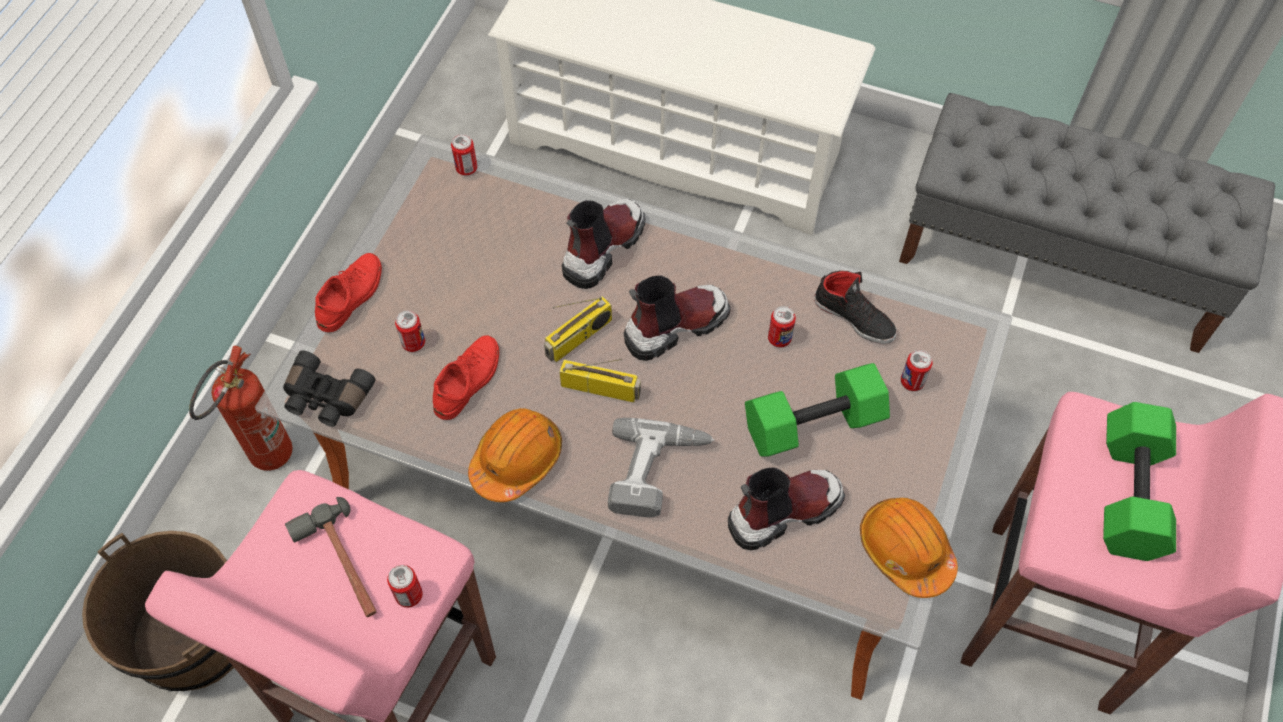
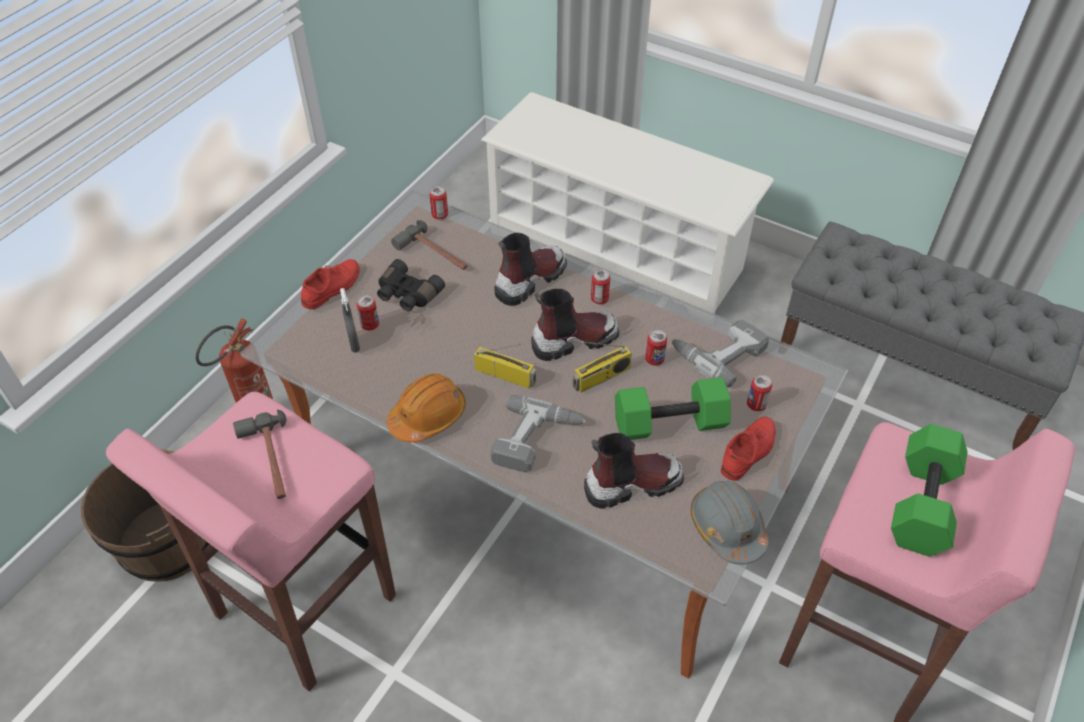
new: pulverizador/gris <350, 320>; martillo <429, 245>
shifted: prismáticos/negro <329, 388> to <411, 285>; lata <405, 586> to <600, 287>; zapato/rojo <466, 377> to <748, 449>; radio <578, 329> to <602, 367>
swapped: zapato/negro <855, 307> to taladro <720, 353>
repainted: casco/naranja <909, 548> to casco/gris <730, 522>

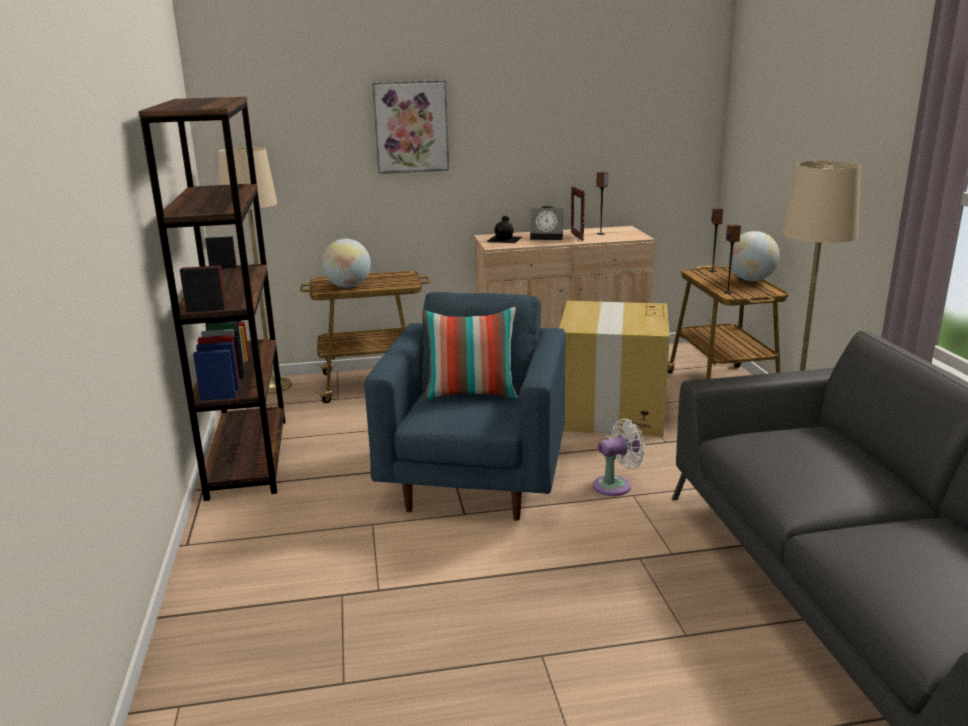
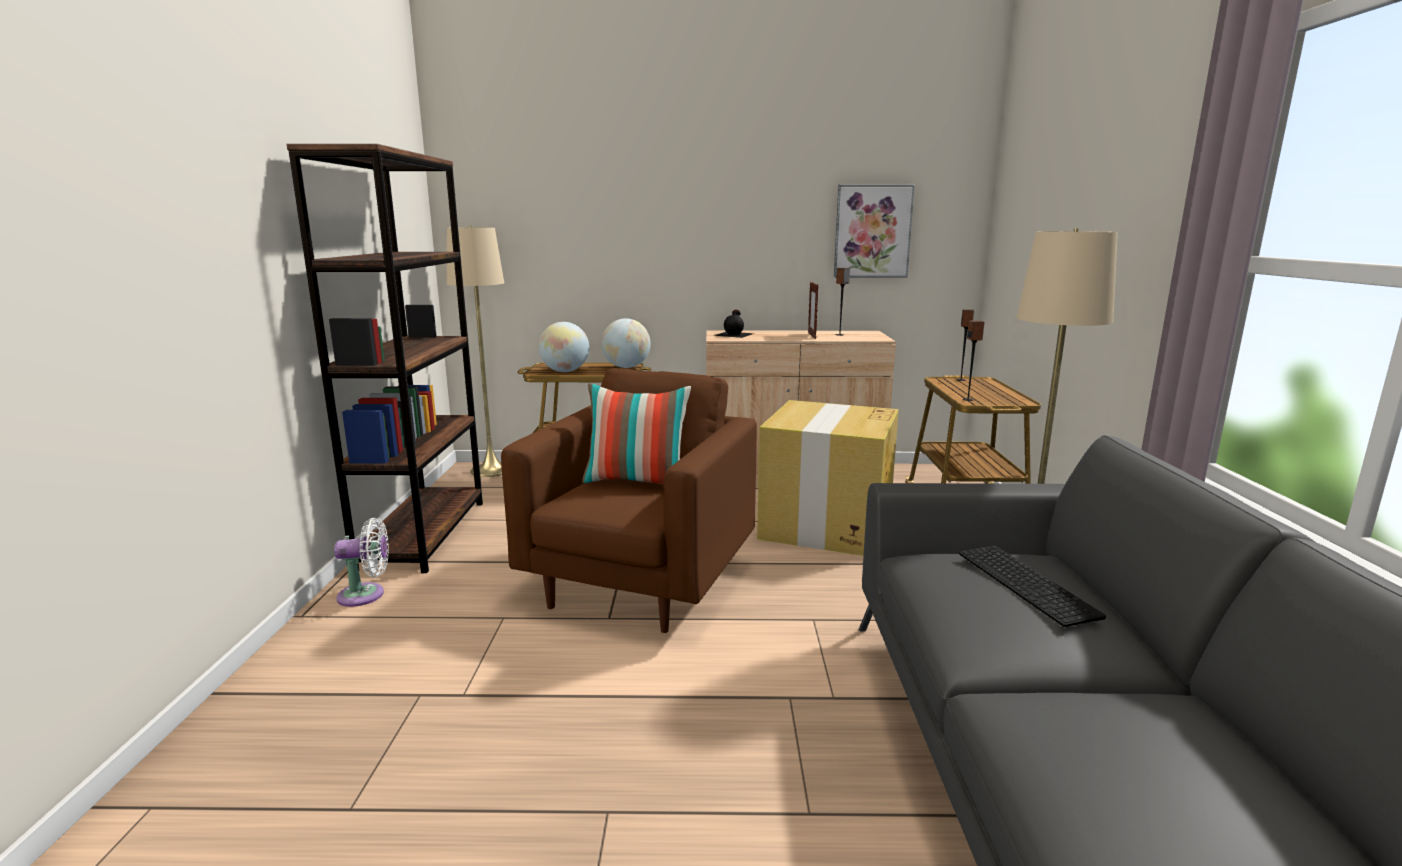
gone: despertador <546, 223>
new: teclado <1032, 586>
shifted: cuadro <410, 127> to <874, 231>; ventilador/blanco <619, 457> to <361, 562>; globo terráqueo <754, 256> to <626, 343>
repainted: sillón/azul <465, 406> to sillón/marrón <629, 500>

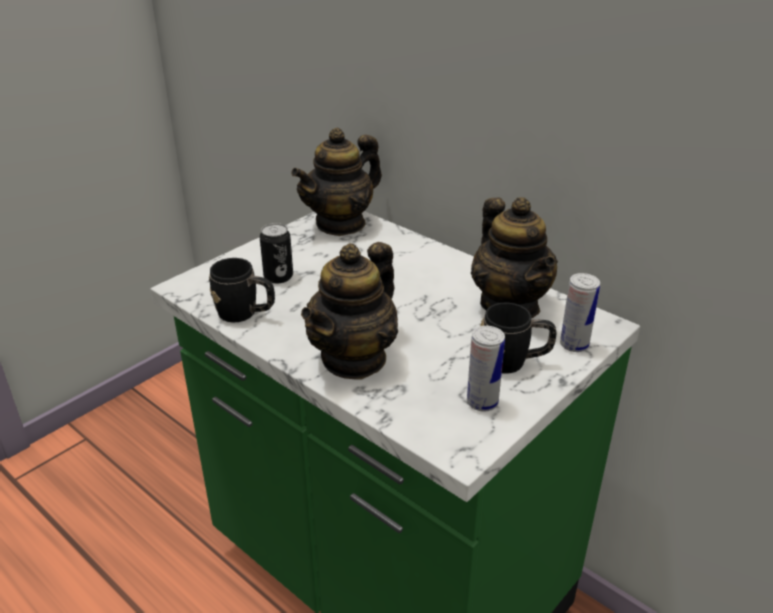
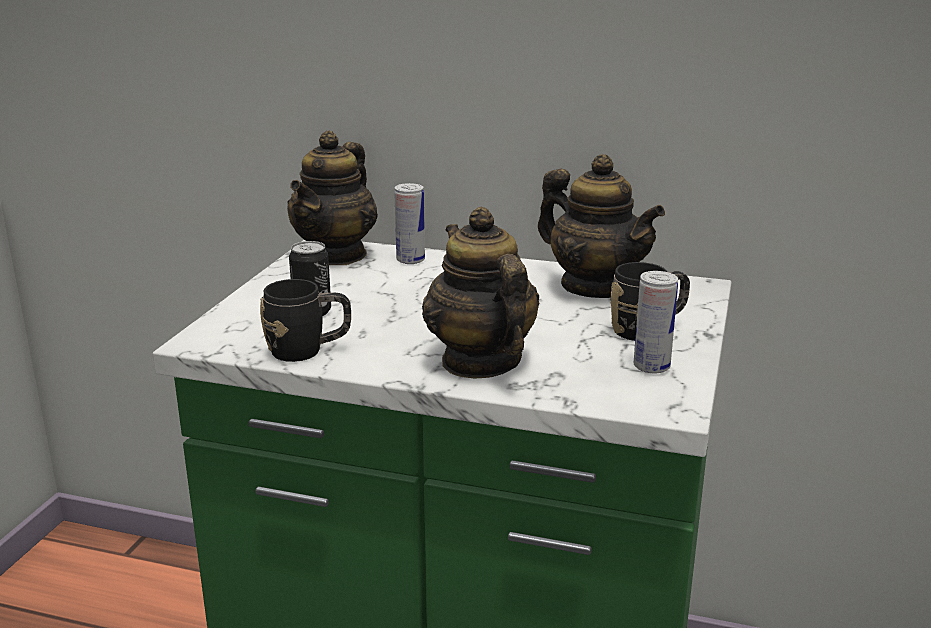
shifted: lata <580, 312> to <409, 223>
rotated: tetera <349, 311> = <480, 292> 150 degrees clockwise

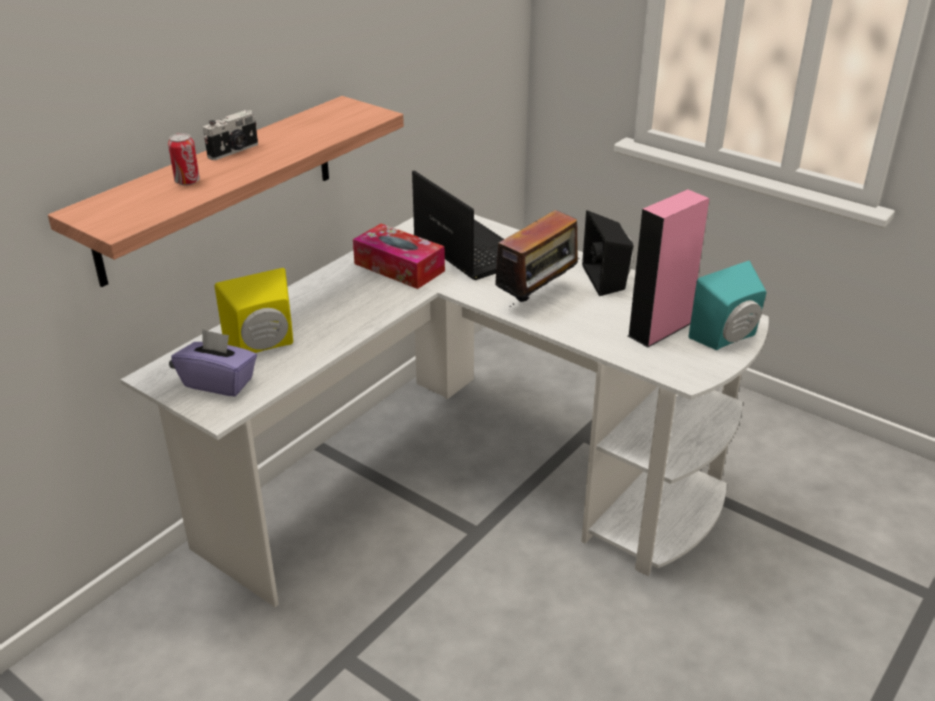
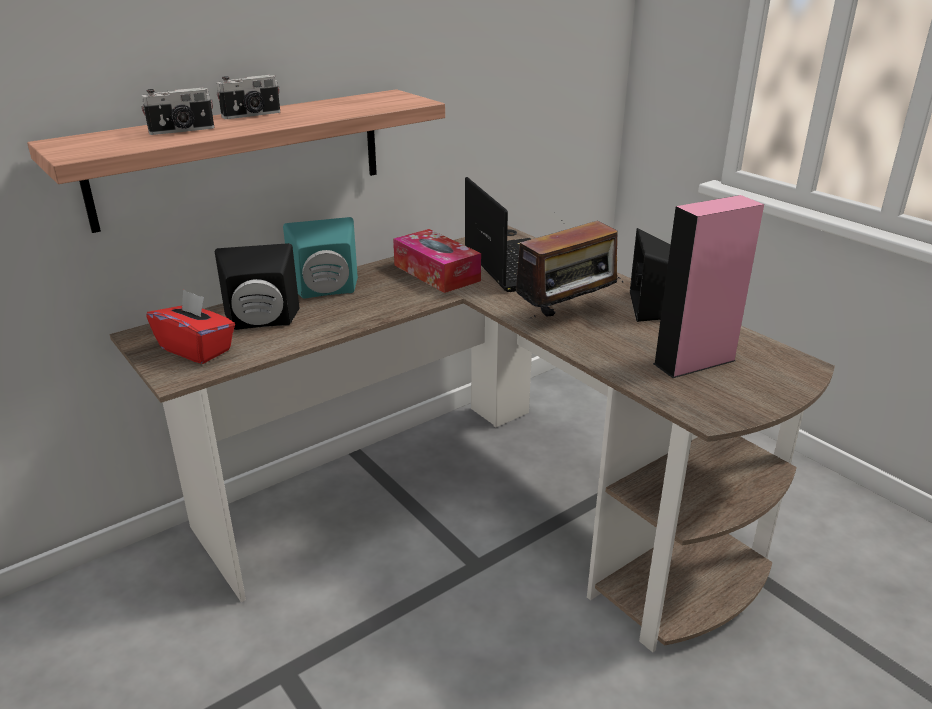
shifted: altavoz/turquesa <727, 305> to <320, 258>
swapped: lata <184, 159> to cámara <177, 111>
repainted: escritorio/blanco <445, 410> to escritorio/marrón <472, 439>; caja de pañuelos/morado <214, 362> to caja de pañuelos/rojo <190, 326>; altavoz/amarillo <253, 310> to altavoz/negro <257, 286>

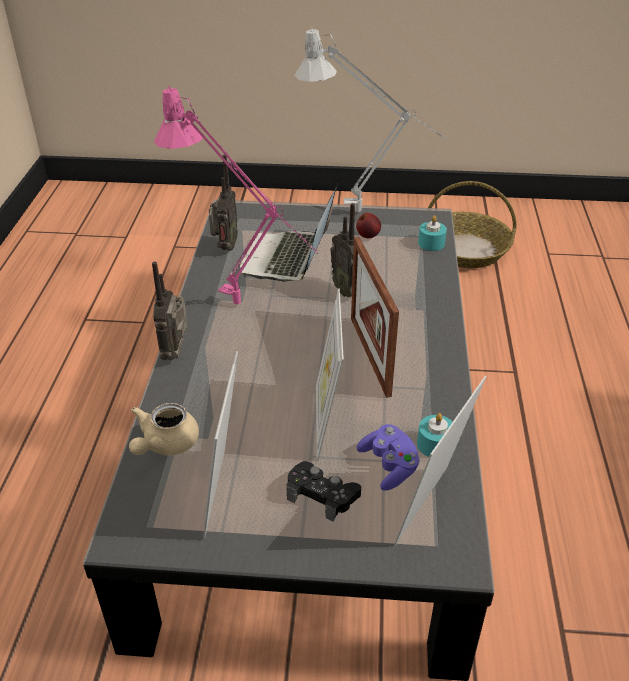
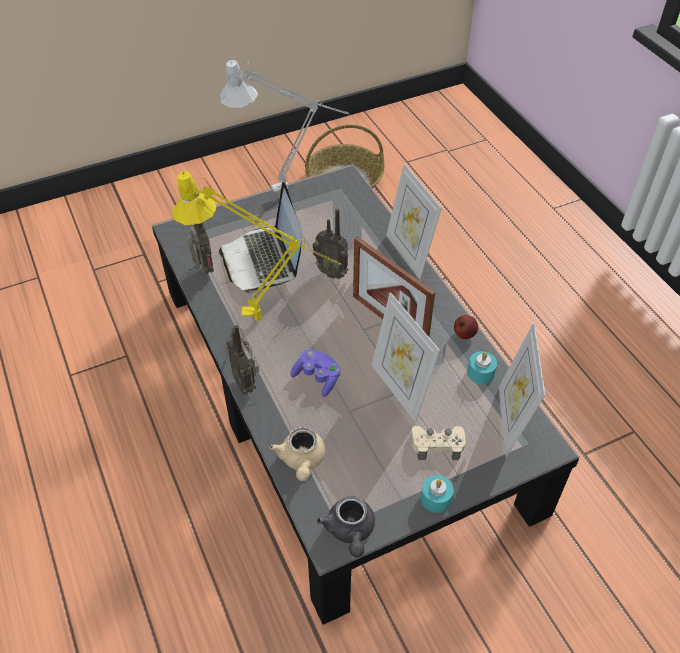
new: tetera/gris <346, 526>
shifted: portarretratos <220, 445> to <414, 221>; manzana <368, 225> to <466, 327>; mando de consola/morado <388, 457> to <315, 373>; vela/turquesa <432, 233> to <437, 494>
repainted: lámpara de mesa/rosa <236, 195> to lámpara de mesa/amarillo <256, 246>; mando de consola/negro <323, 491> to mando de consola/beis <438, 443>

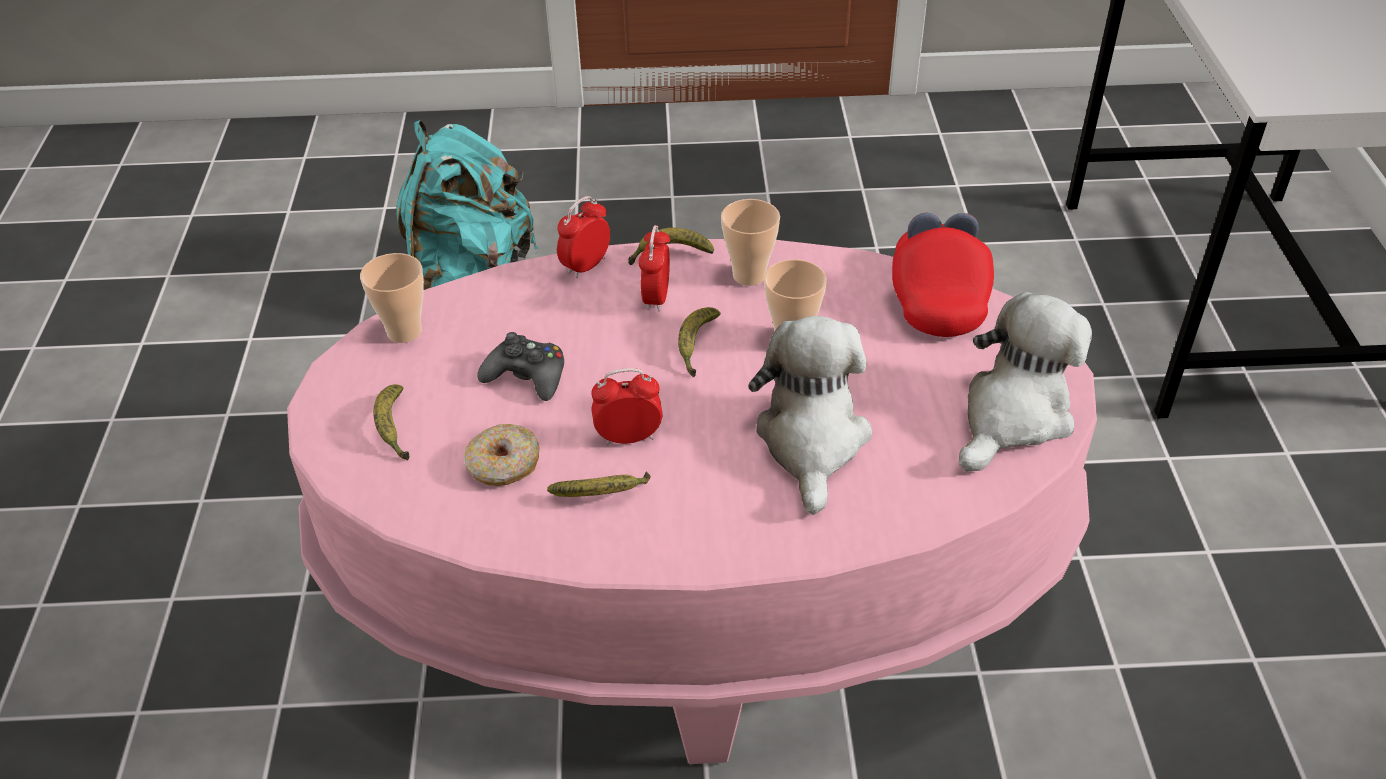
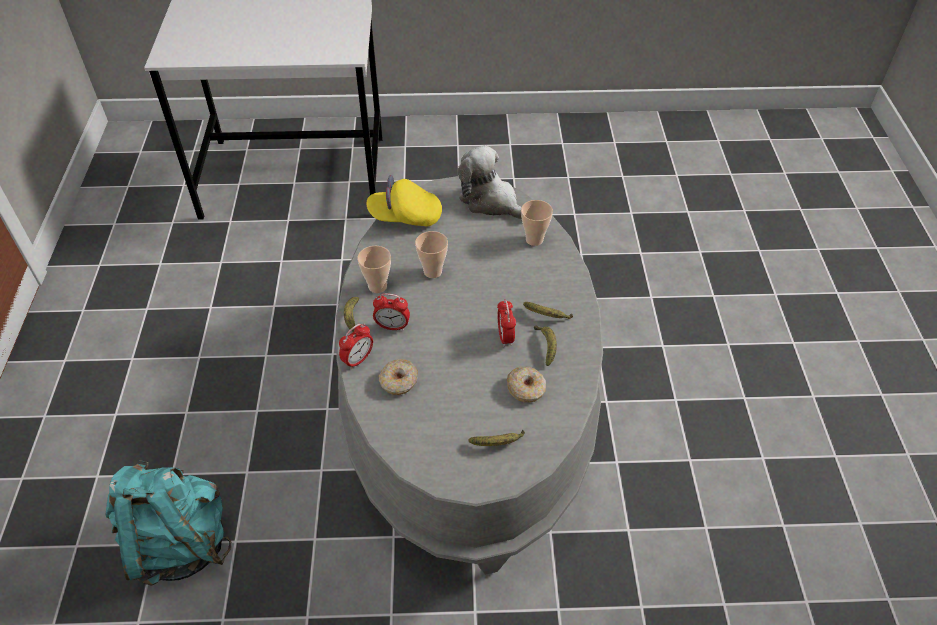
gone: mando de consola/negro <521, 366>; peluche <810, 415>
new: rosquilla <398, 377>
shifted: taza <392, 298> to <537, 223>; plátano <699, 342> to <548, 310>
repainted: mesa de centro/rosa <692, 501> to mesa de centro/gris <469, 375>; gorra/rojo <943, 275> to gorra/amarillo <404, 201>
rotated: despertador <583, 237> = <356, 346> 90 degrees counterclockwise

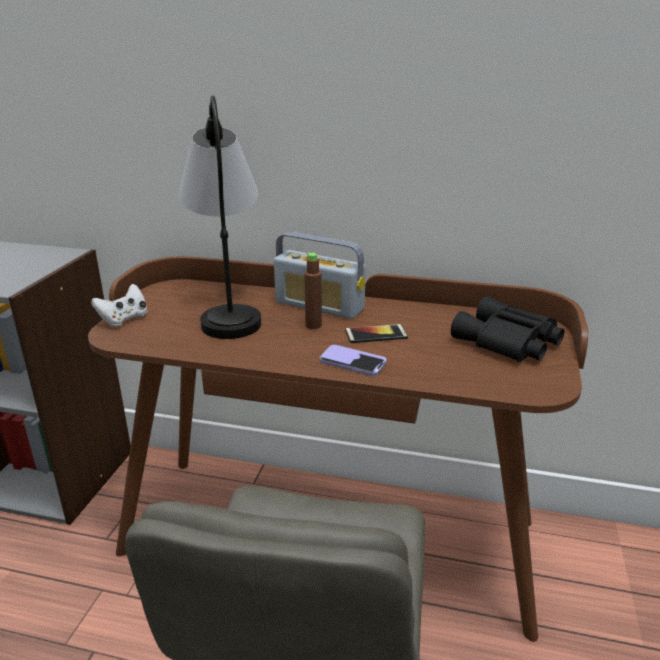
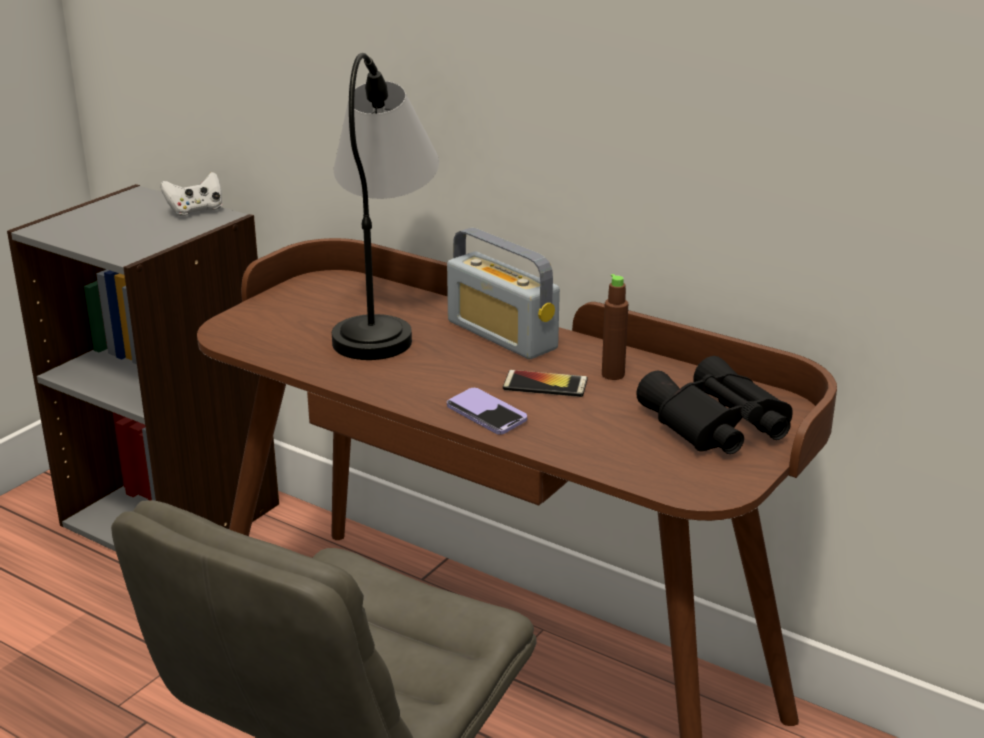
shifted: mando de consola/blanco <119, 305> to <191, 194>; botella/marrón <313, 290> to <615, 327>

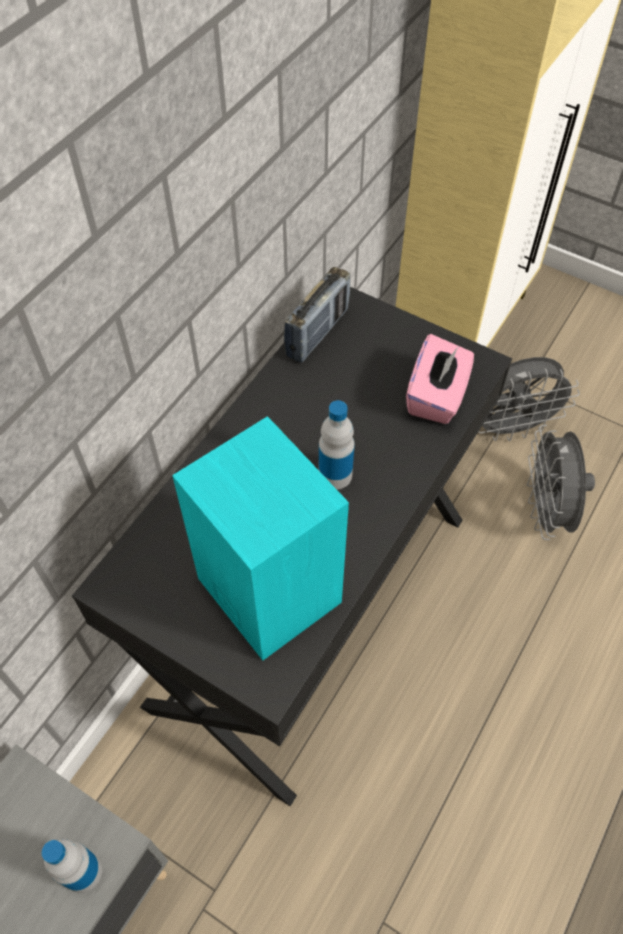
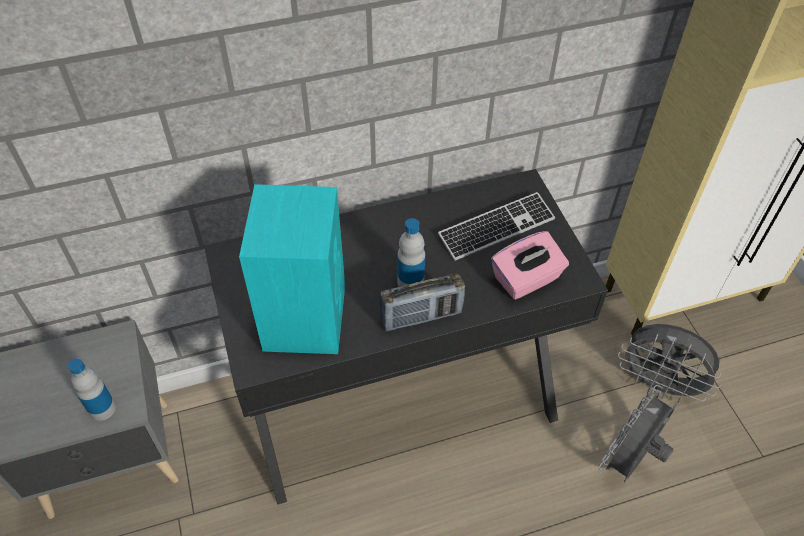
new: teclado <496, 226>
shifted: radio <317, 315> to <422, 302>

